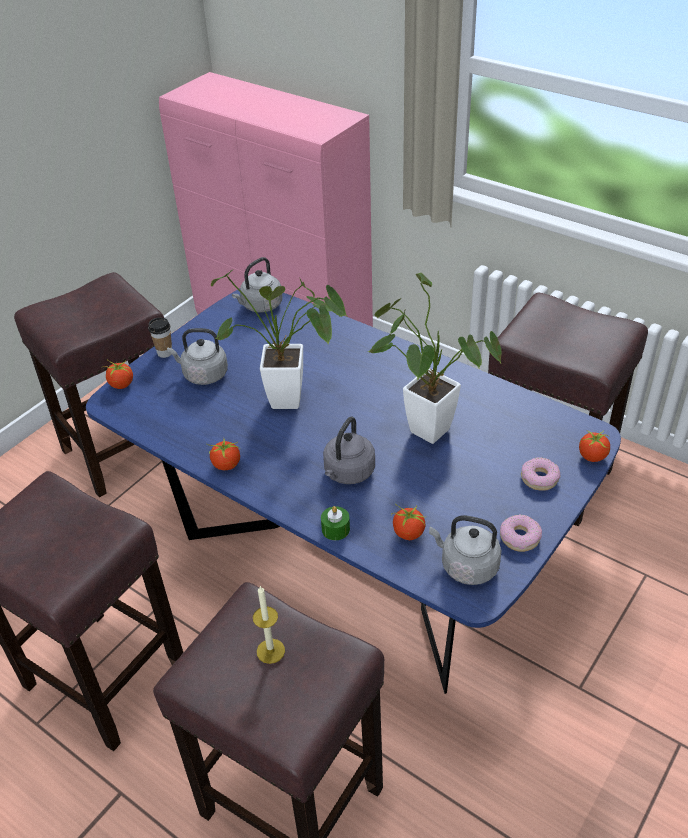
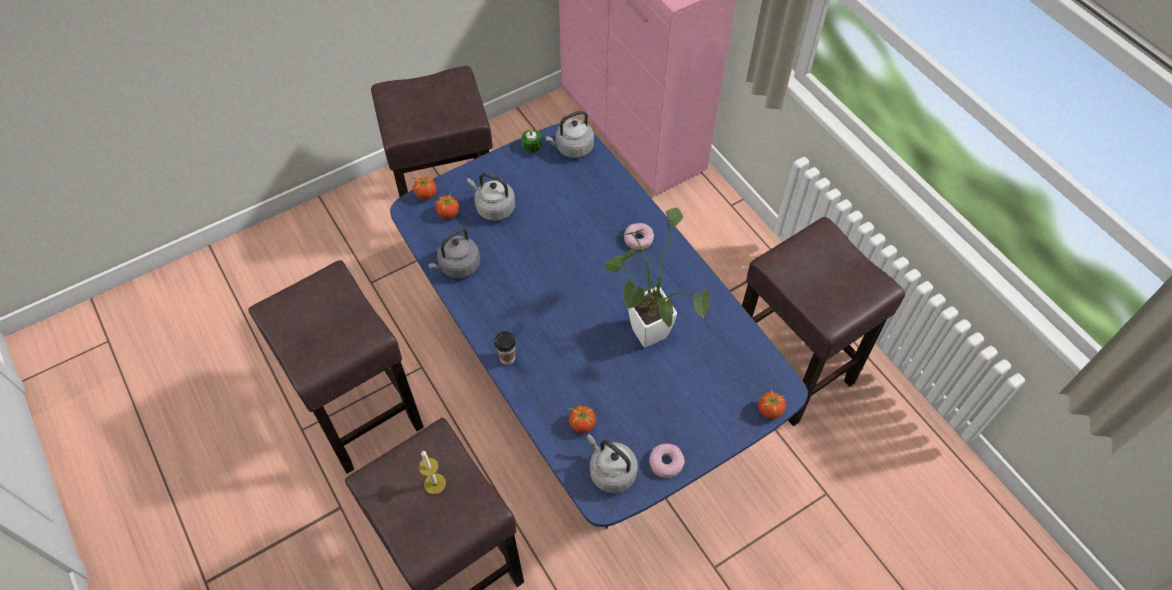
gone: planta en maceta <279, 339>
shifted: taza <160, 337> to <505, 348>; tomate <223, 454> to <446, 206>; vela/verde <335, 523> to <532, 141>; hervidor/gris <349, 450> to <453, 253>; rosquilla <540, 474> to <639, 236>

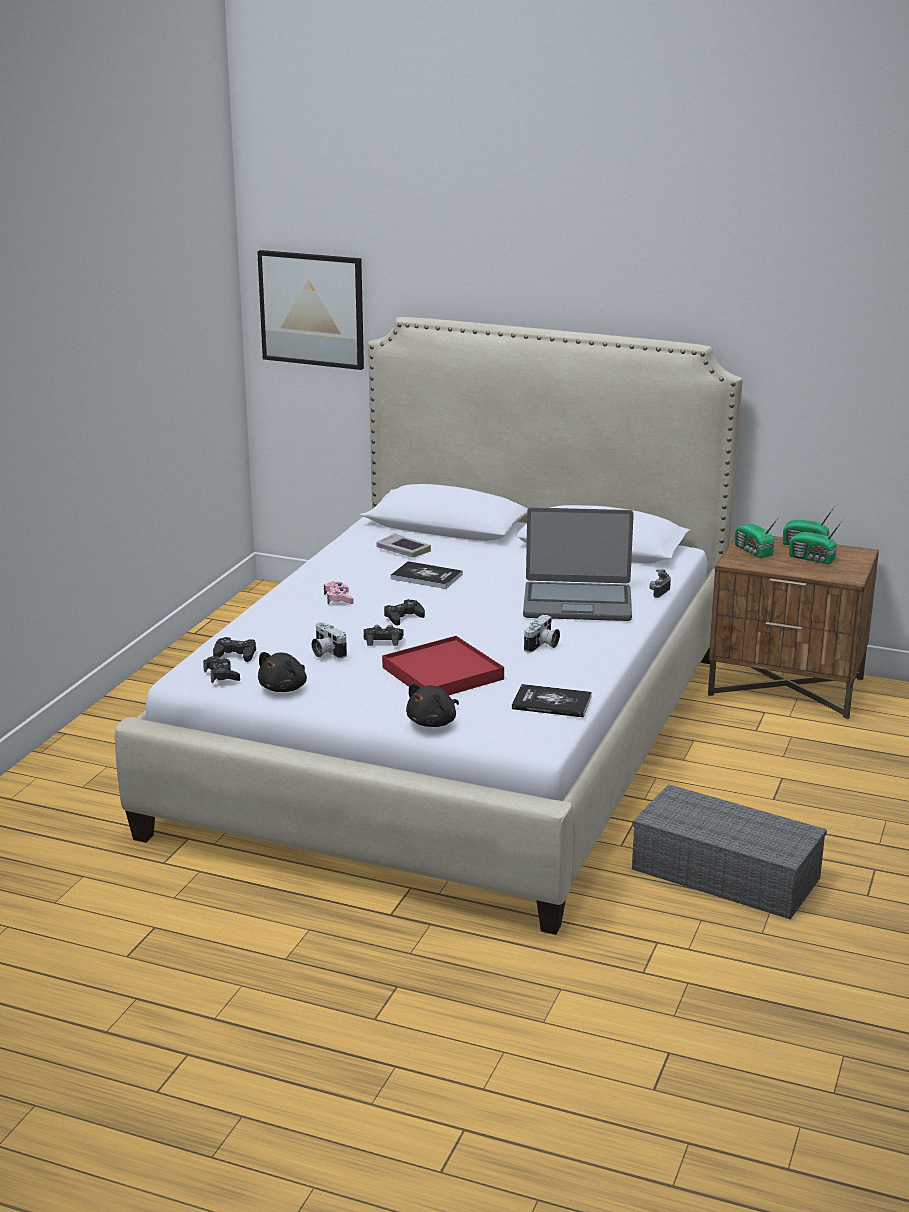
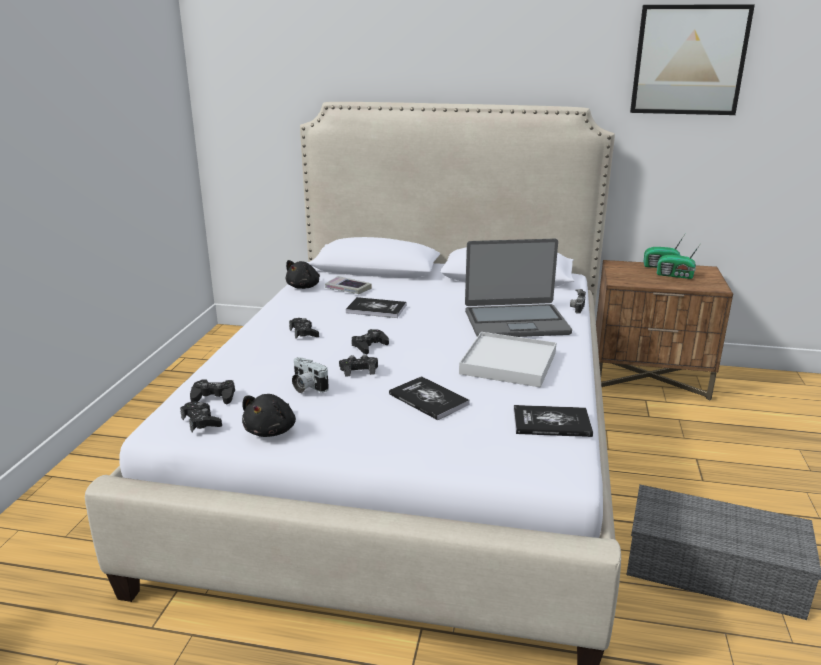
gone: radio <757, 537>
shifted: cuadro <310, 310> to <692, 59>; peluche/negro <432, 705> to <303, 274>
swapped: bandeja/rojo <443, 665> to libro <429, 398>; cámara <542, 633> to bandeja/blanco <508, 360>
repainted: mando de consola/rosa <339, 592> to mando de consola/negro <304, 328>

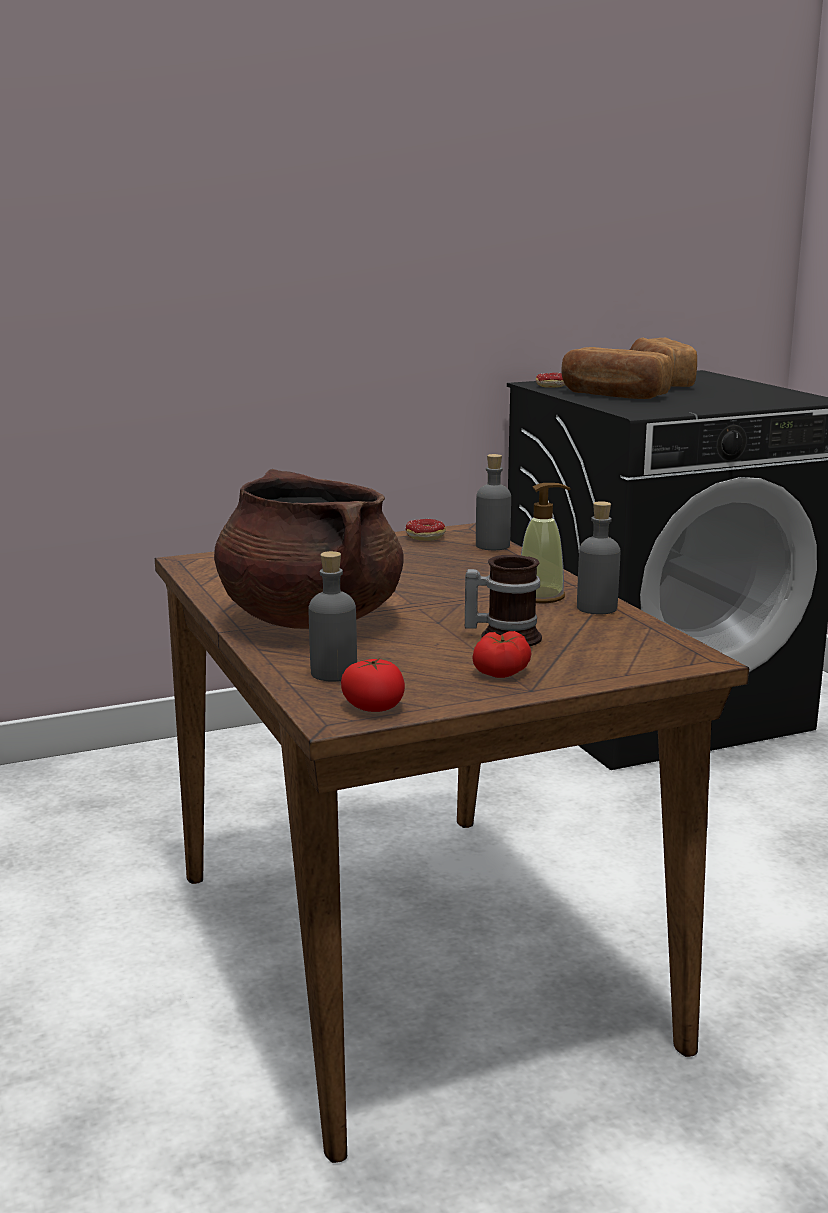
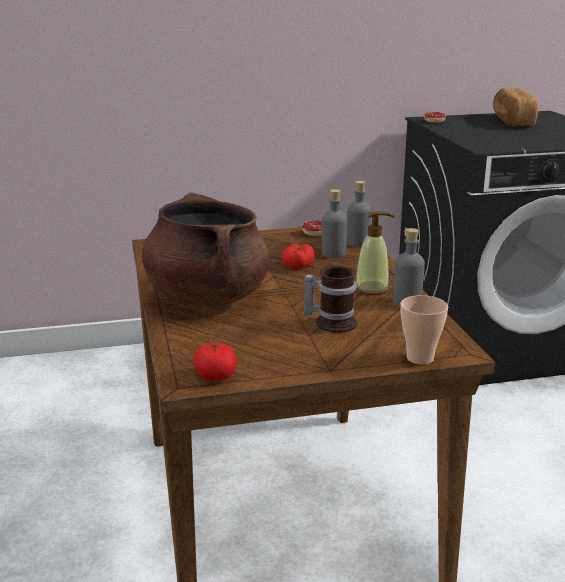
gone: pan <617, 373>
new: taza <424, 330>
shifted: botella/gris <333, 616> to <334, 223>; tomate <501, 654> to <298, 256>

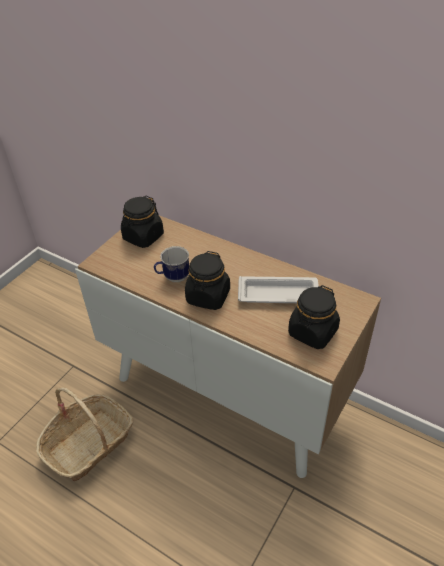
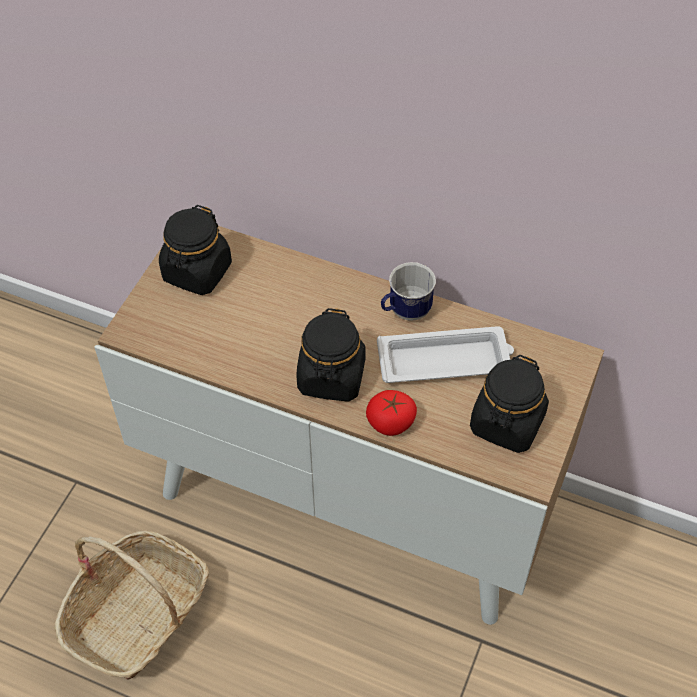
new: tomate <391, 413>
shifted: taza grande <171, 264> to <408, 291>

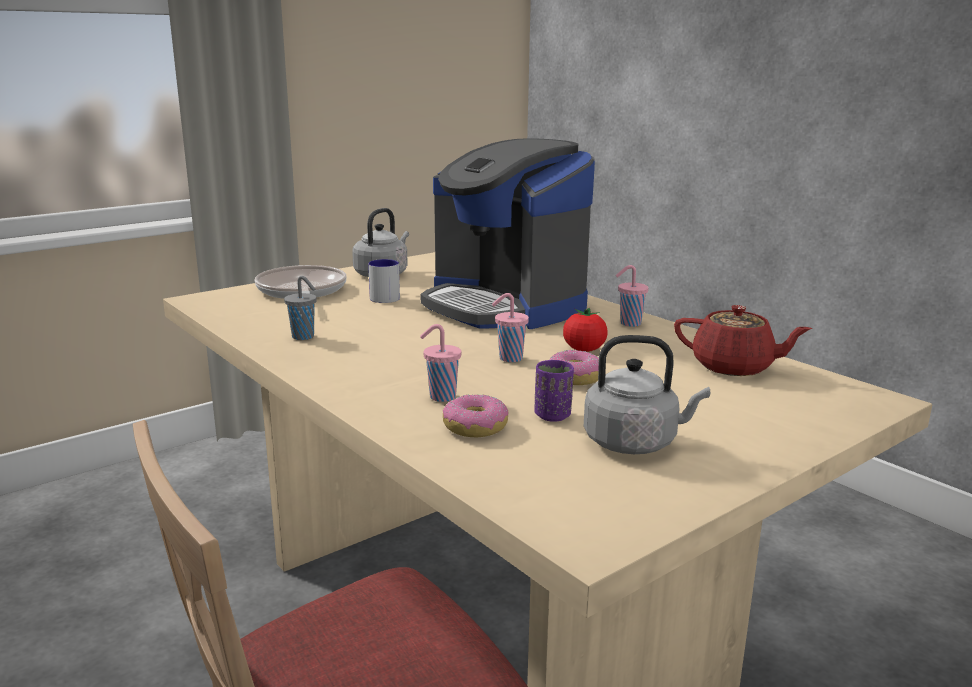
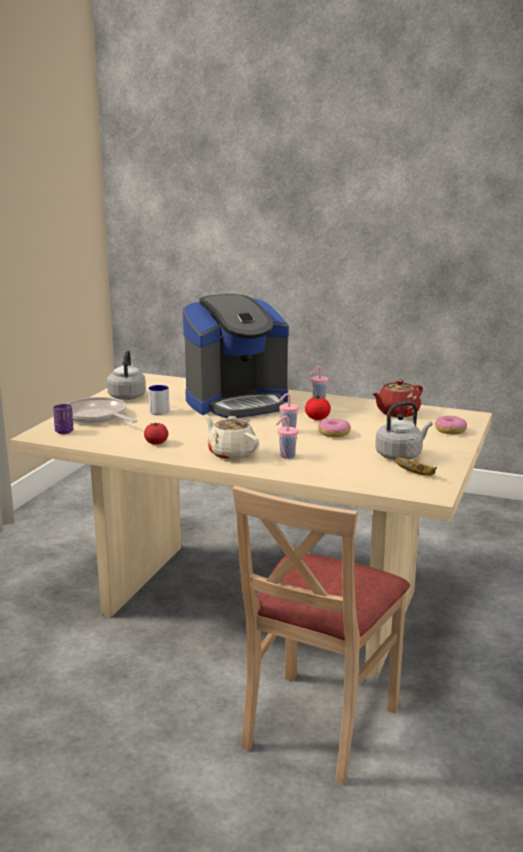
new: tetera/beis <231, 437>; plátano <416, 466>
shifted: rosquilla <476, 415> to <451, 424>; taza/morado <554, 391> to <63, 419>
swapped: taza/gris <300, 308> to tomate <156, 433>
rotated: cafetera <508, 233> = <236, 356> 45 degrees counterclockwise; tetera/rojo <743, 340> = <398, 398> 150 degrees clockwise

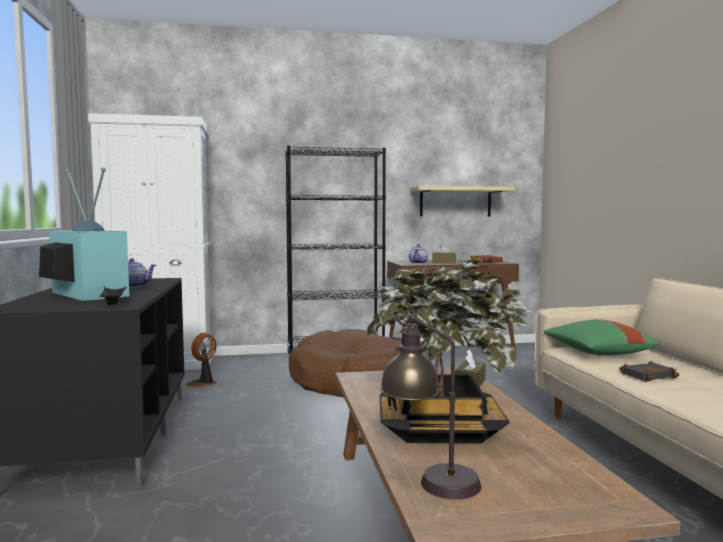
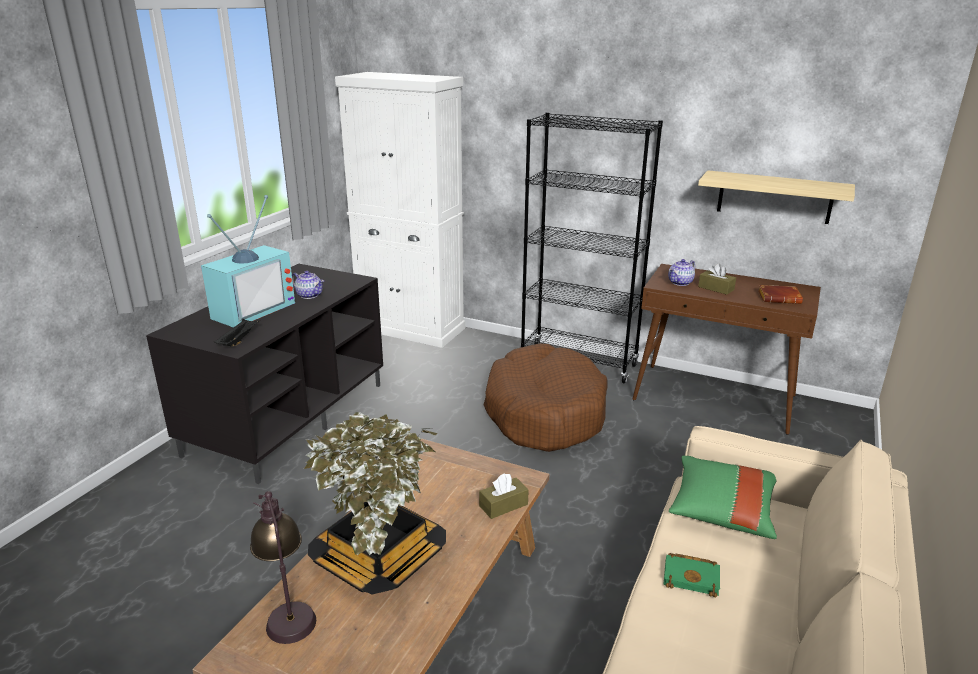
gone: ventilador <201, 359>
repainted: libro/negro <649, 371> to libro/verde <691, 575>
rotated: televisor <84, 234> = <248, 261> 45 degrees clockwise

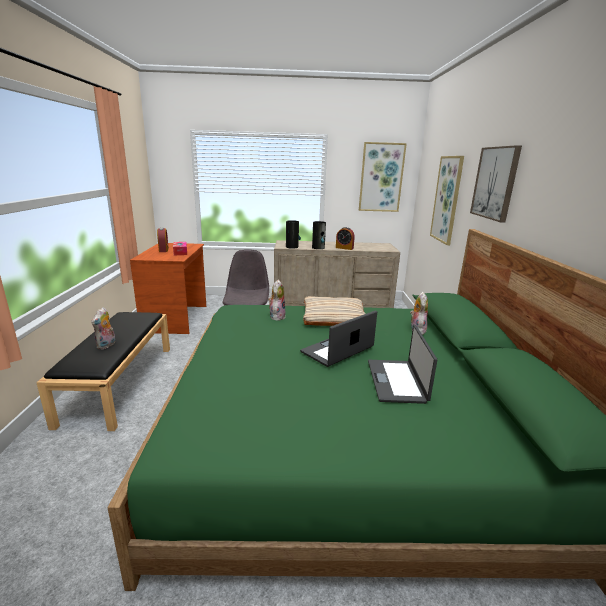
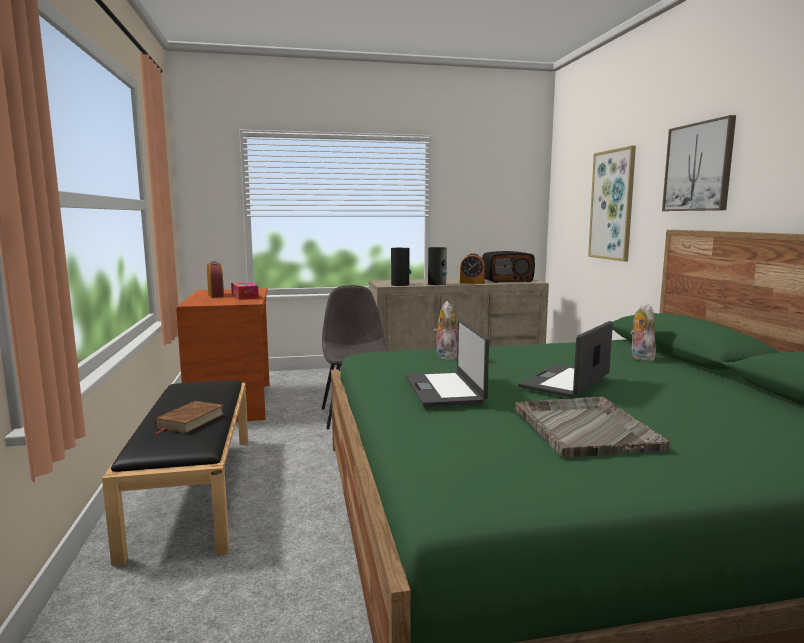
gone: cojín/beis <334, 311>; cuadro <383, 177>
new: radio <508, 267>; bandeja/gris <593, 427>
shifted: portátil <402, 364> to <447, 363>
swapped: peluche <103, 328> to libro/marrón <189, 417>

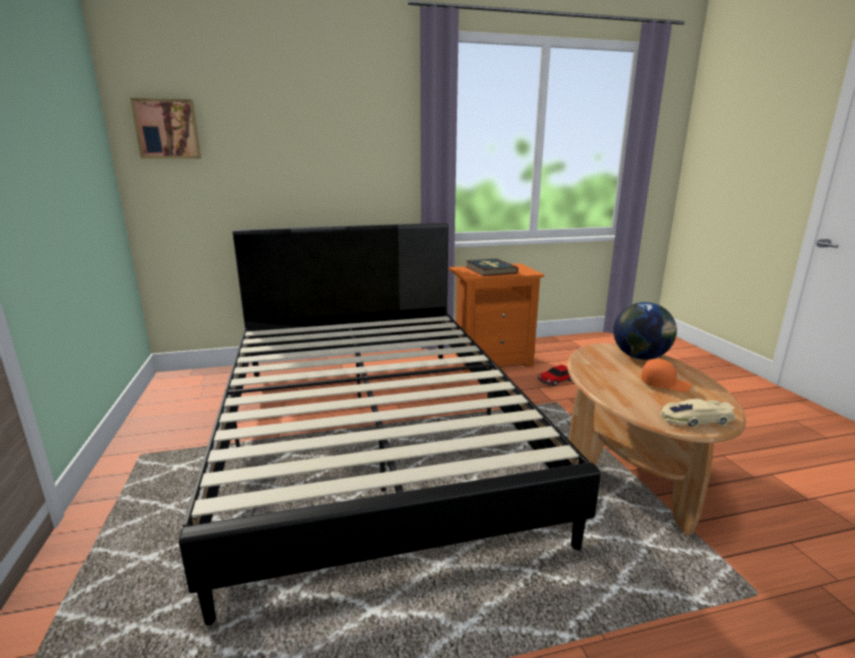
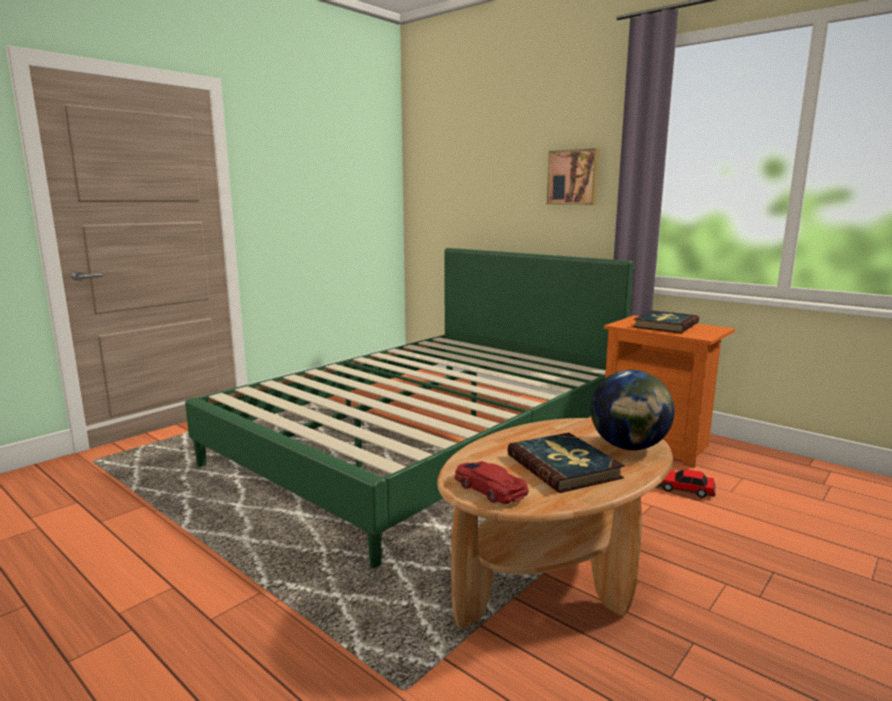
shifted: cuadro <165, 128> to <573, 176>
swapped: gorra/naranja <666, 375> to libro <566, 463>
repainted: cama/negro <390, 424> to cama/verde <409, 408>; coche de juguete/beis <698, 413> to coche de juguete/rojo <492, 482>

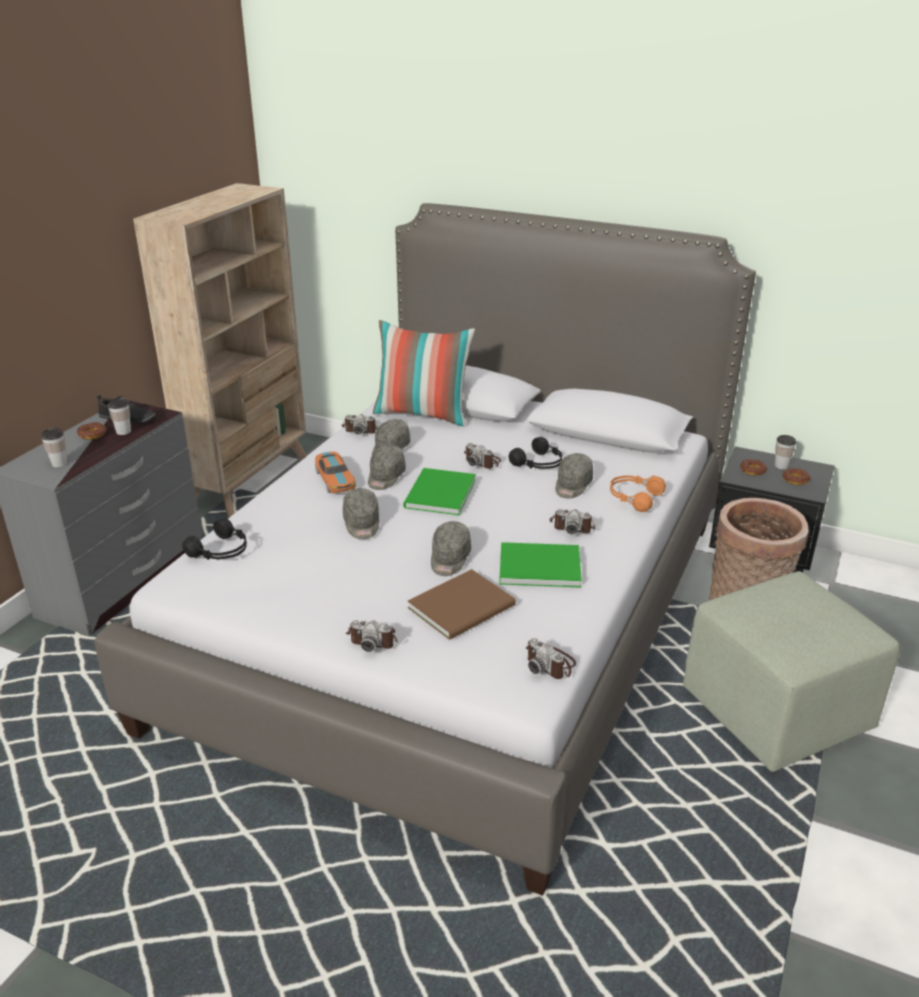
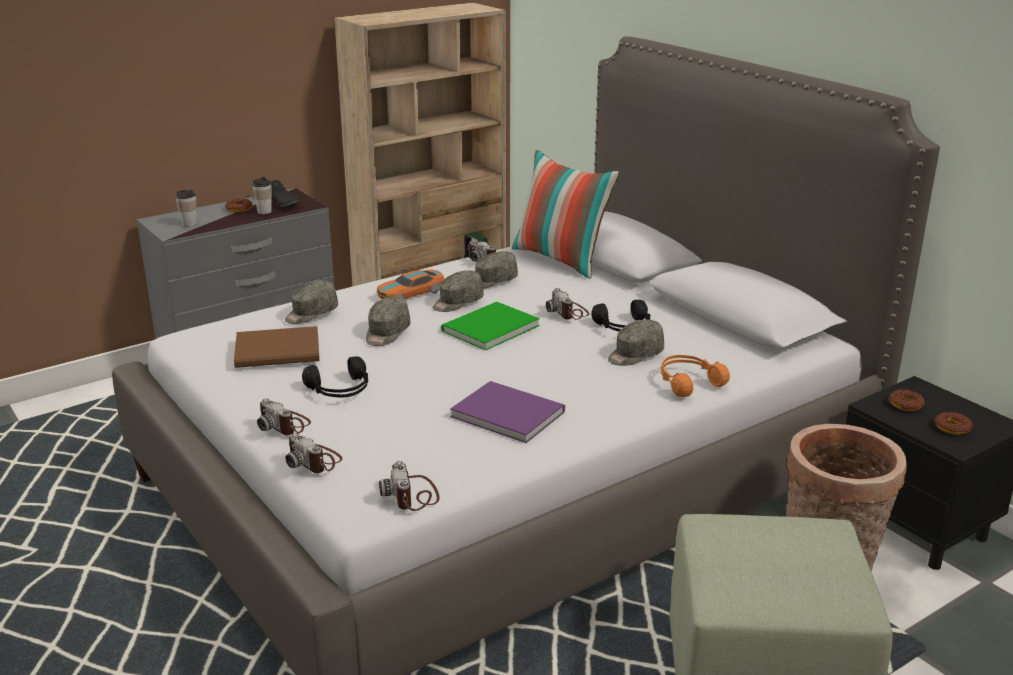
gone: taza <785, 452>
shifted: auriculares/negro <214, 539> to <335, 377>; libro/marrón <462, 604> to <277, 347>; gorra/gris <451, 548> to <311, 302>; cámara <572, 521> to <313, 453>
repainted: libro/verde <540, 565> to libro/morado <507, 412>
rotated: coche de juguete <335, 472> = <410, 284> 45 degrees clockwise

